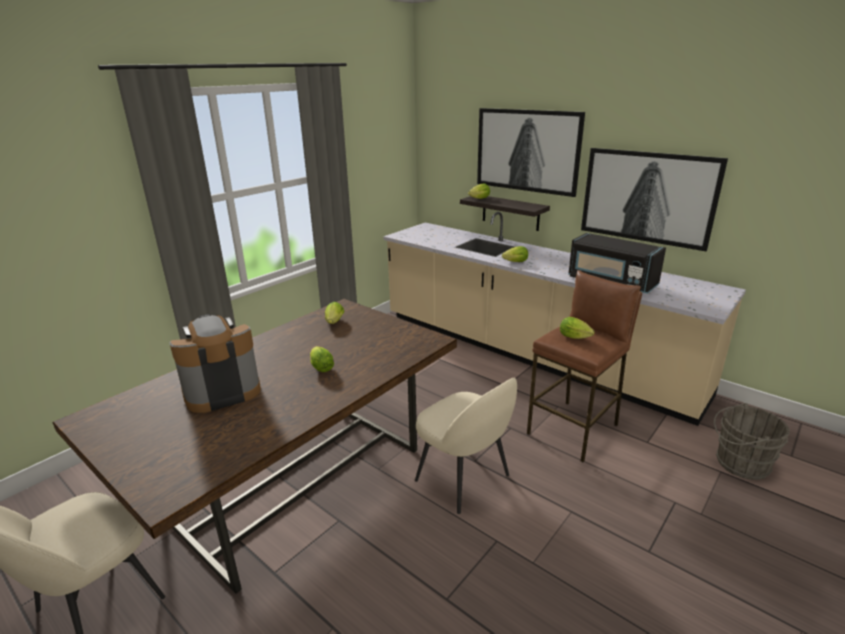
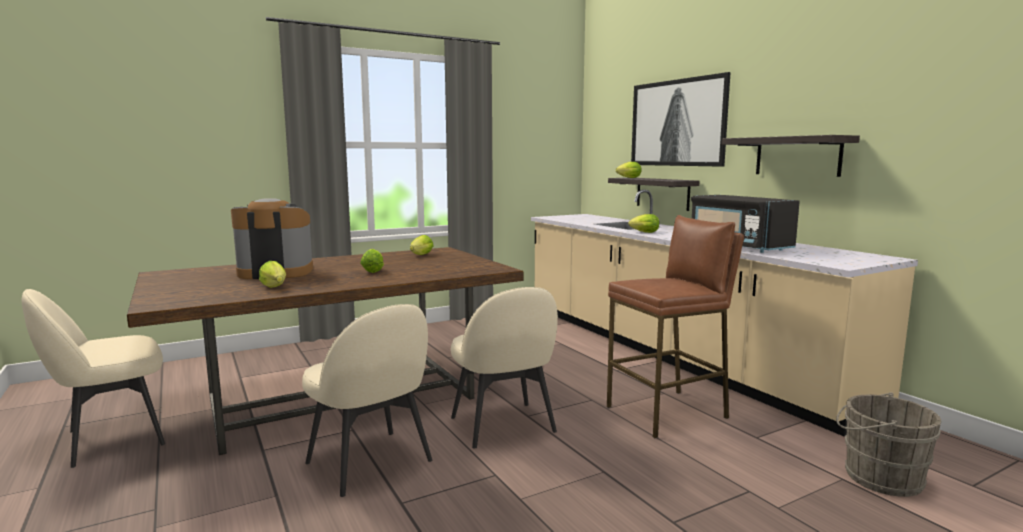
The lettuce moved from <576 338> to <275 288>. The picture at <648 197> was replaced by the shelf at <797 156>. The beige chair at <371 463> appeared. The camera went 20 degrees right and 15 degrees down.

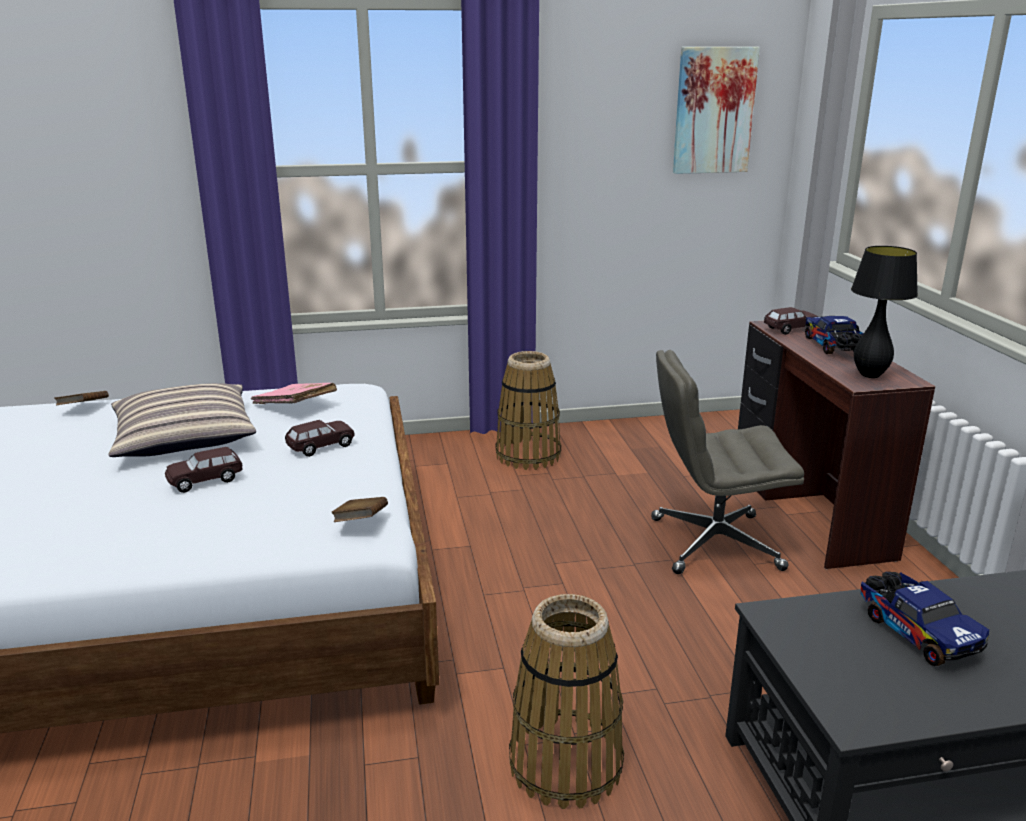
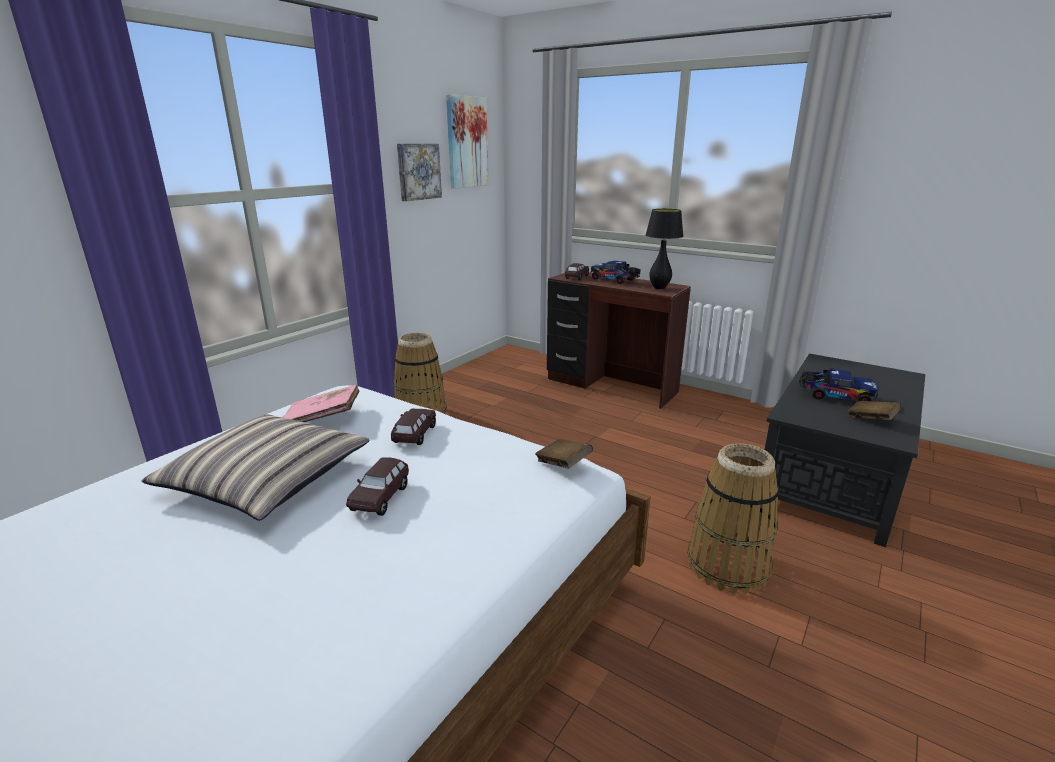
The brown book moved from <84 409> to <871 419>. The grey office chair at <713 544> disappeared. The picture at <418 171> appeared. The camera went 45 degrees left and 0 degrees up.

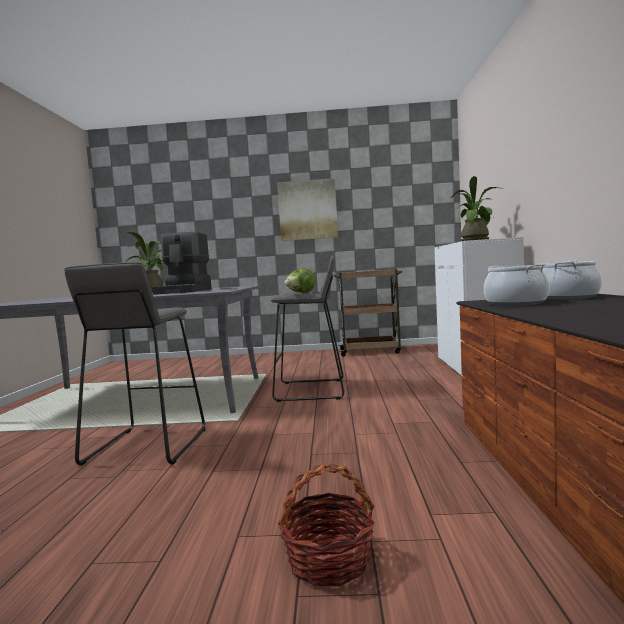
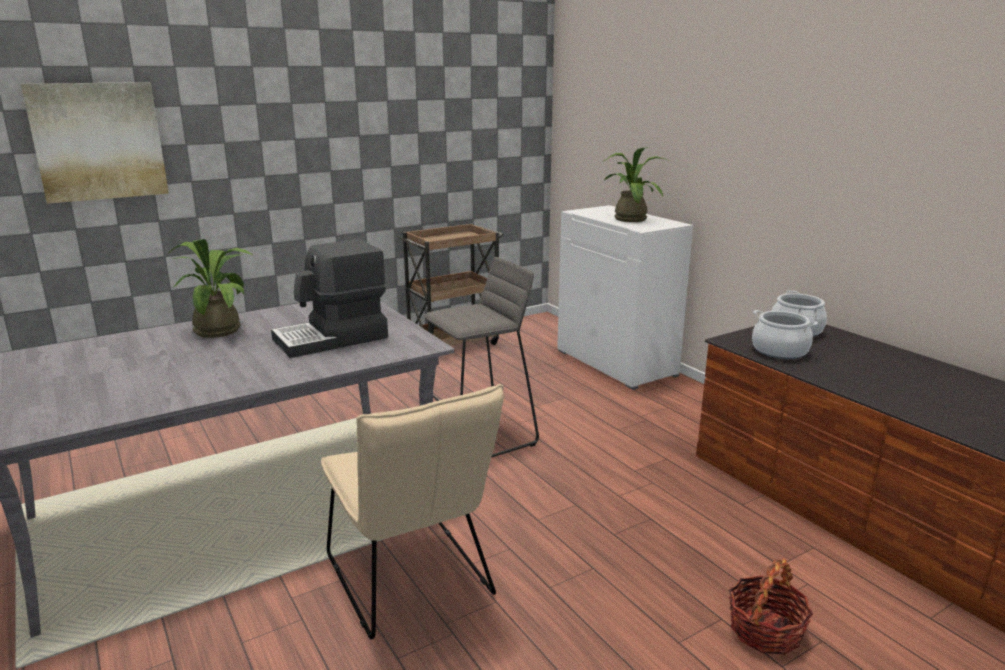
The grey stool at <146 446> was replaced by the beige chair at <412 582>. The coffee machine at <185 291> turned 90 degrees clockwise. The picture moved from <307 210> to <98 141>. The lettuce at <300 293> disappeared. The camera went 35 degrees left and 15 degrees up.

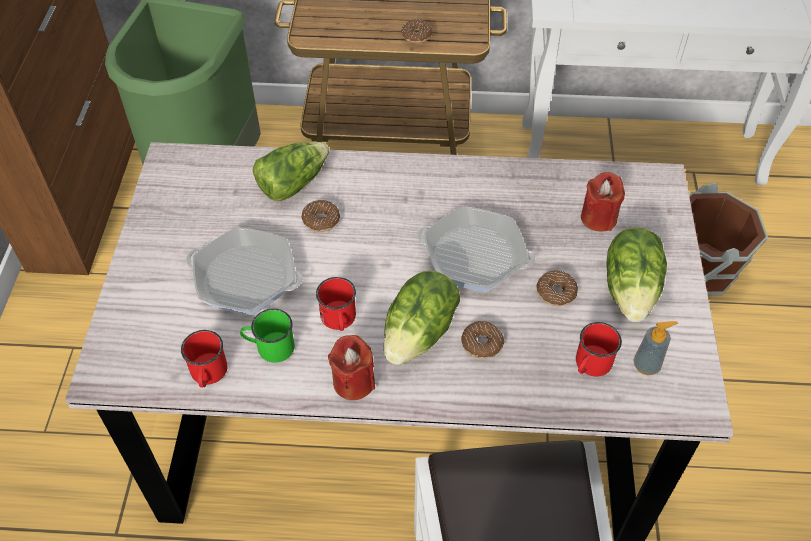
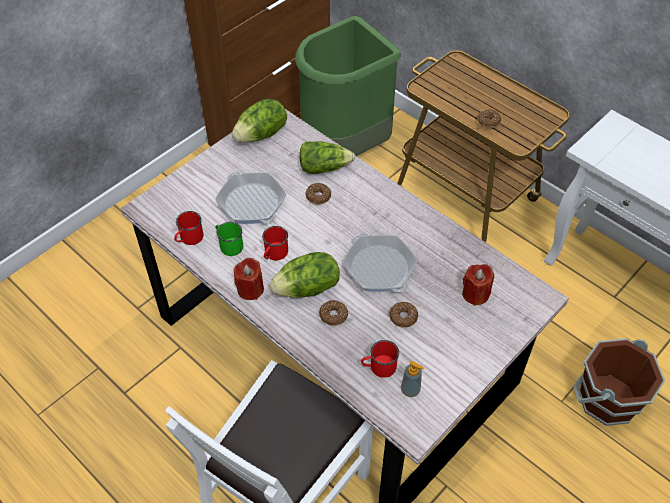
The lettuce moved from <631 289> to <262 134>. The camera went 40 degrees right and 0 degrees up.

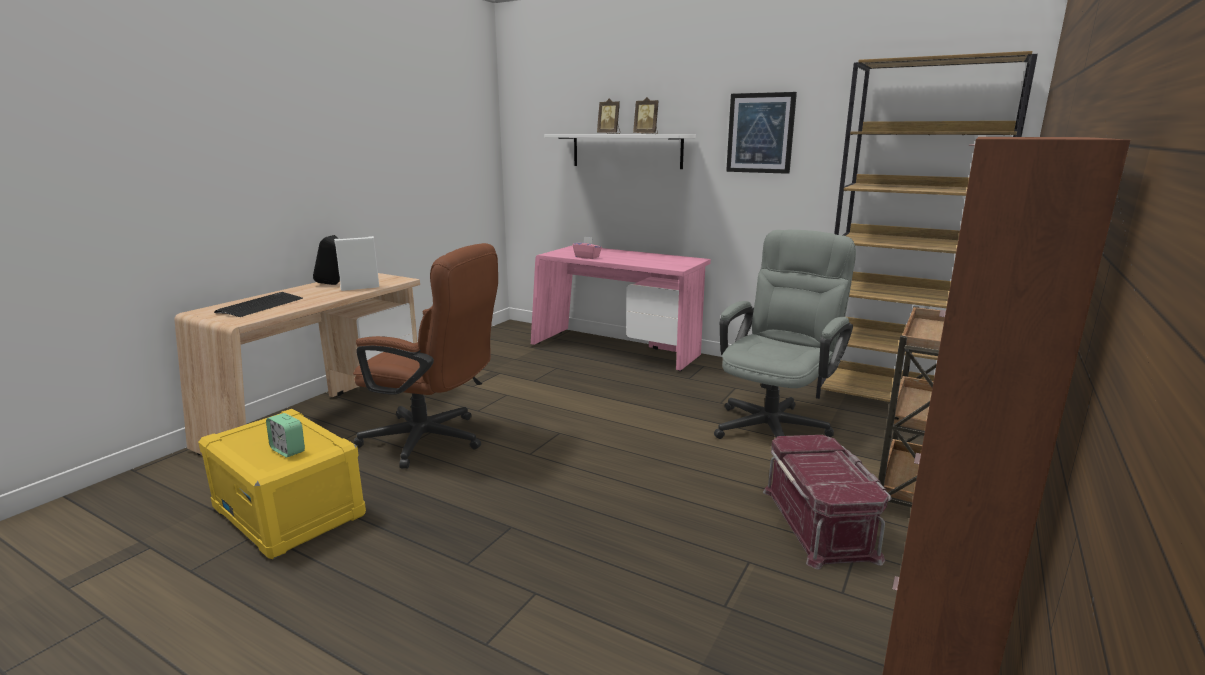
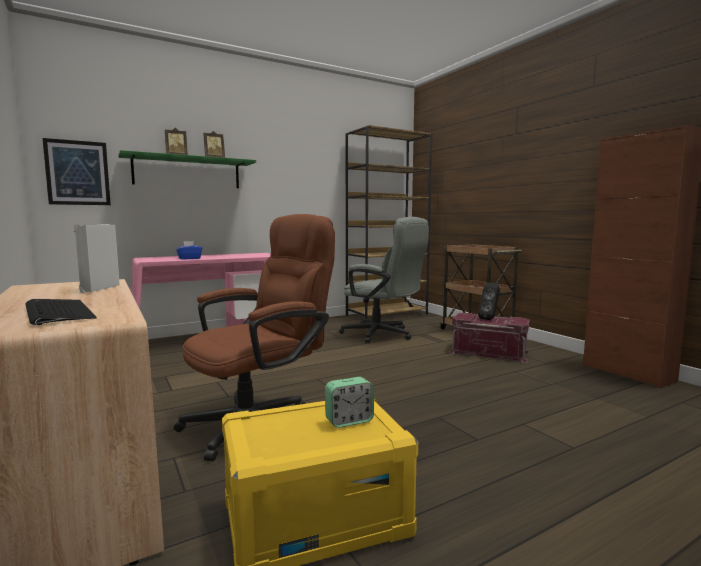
The black speaker moved from <334 284> to <490 319>. The white shelf at <626 151> became the green shelf at <187 173>. The pink tissue box at <587 257> became the blue tissue box at <189 258>. The grey office chair at <775 424> turned 150 degrees clockwise. The picture moved from <760 133> to <78 173>. The camera went 60 degrees left and 10 degrees down.

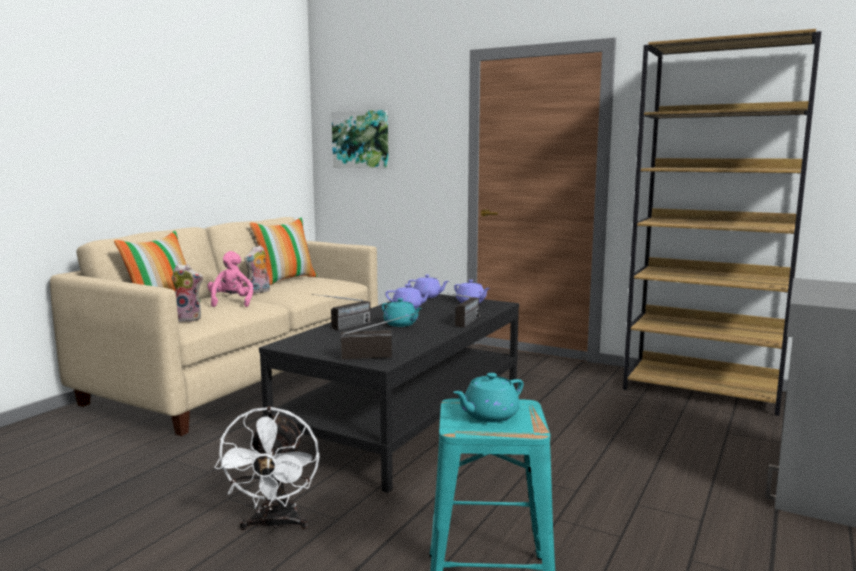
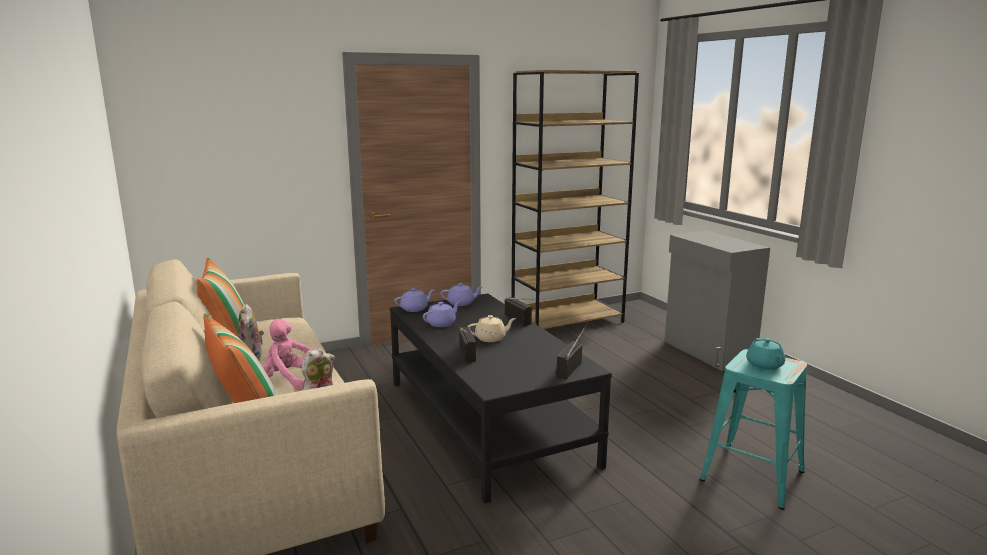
The white fan at <275 525> disappeared. The picture at <361 139> disappeared. The turquoise teapot at <401 324> became the beige teapot at <491 338>. The camera went 55 degrees left and 5 degrees up.

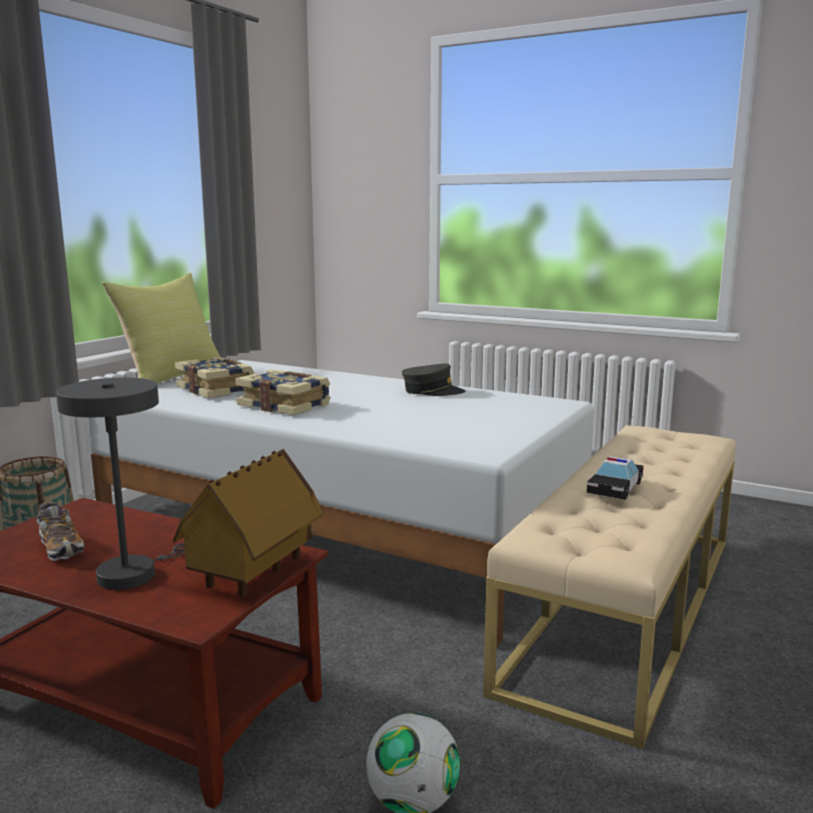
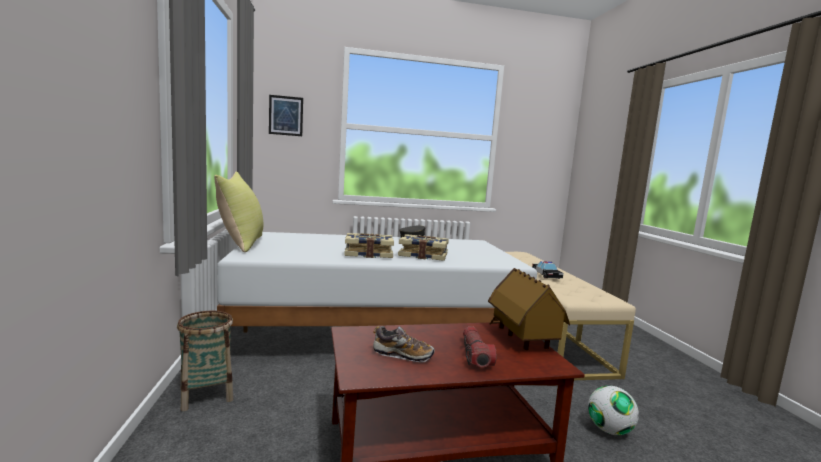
The grey table lamp at <135 572> was replaced by the flashlight at <475 354>. The book moved from <217 390> to <423 255>. The picture at <286 115> appeared. The camera went 40 degrees left and 5 degrees down.

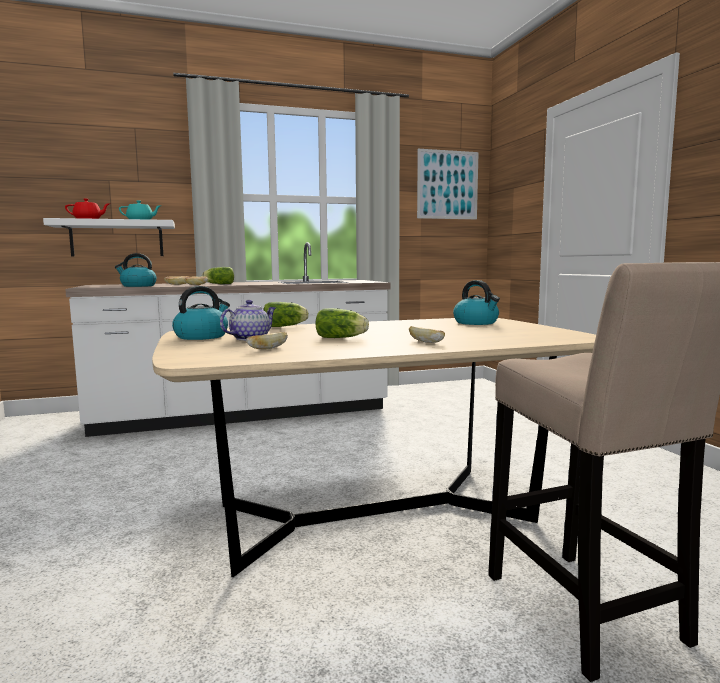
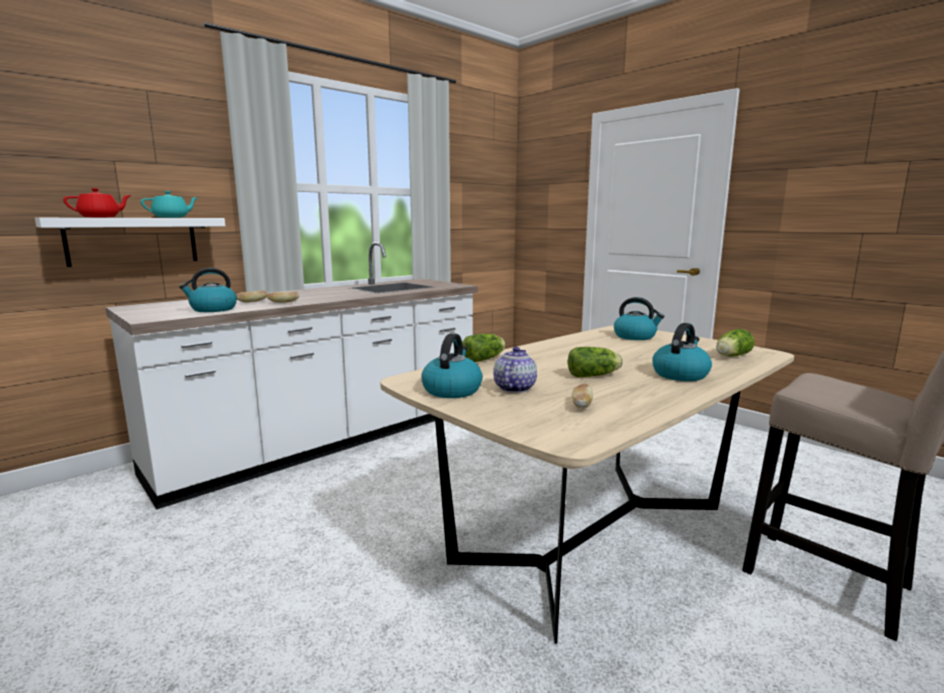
The lettuce moved from <218 284> to <731 356>. The bread at <426 342> was replaced by the kettle at <680 374>. The picture at <447 185> disappeared. The camera went 25 degrees left and 5 degrees up.

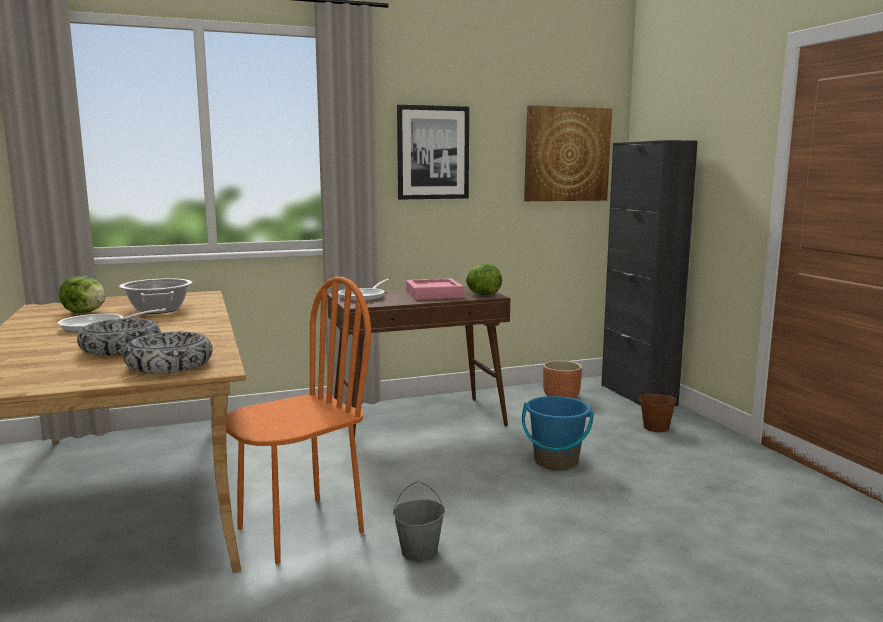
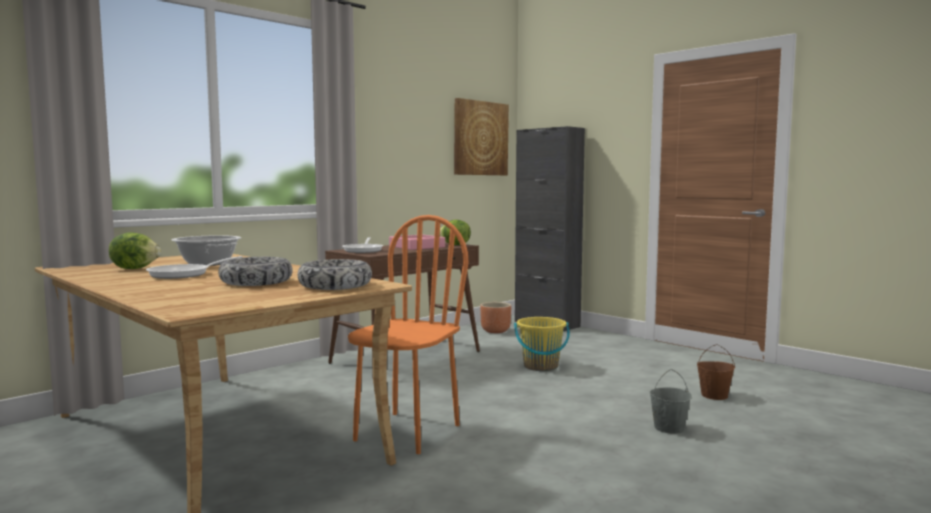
The grey bucket moved from <419 552> to <668 428>. The picture at <433 152> disappeared. The blue bucket at <556 461> became the yellow bucket at <541 366>. The brown bucket moved from <656 428> to <714 396>. The camera went 25 degrees left and 5 degrees down.

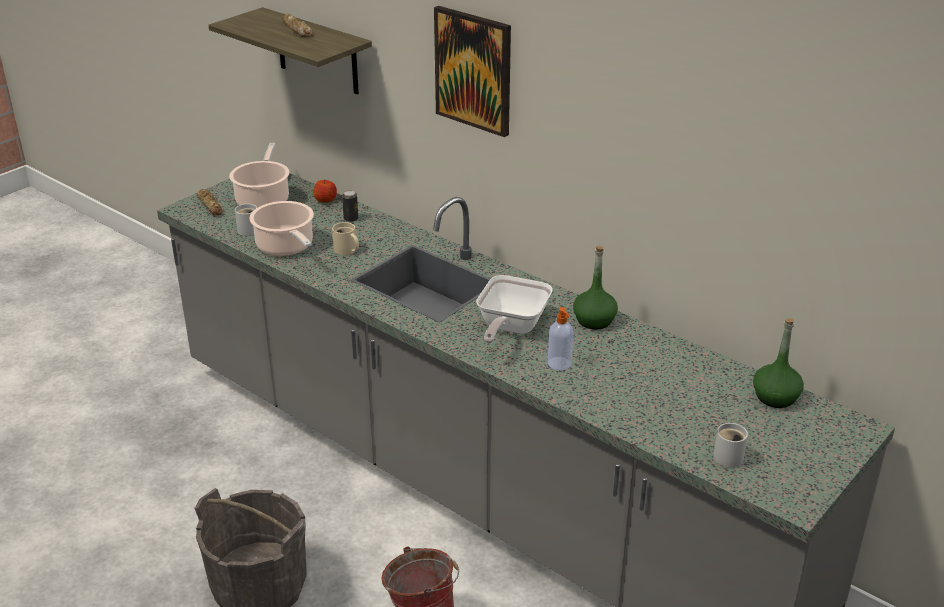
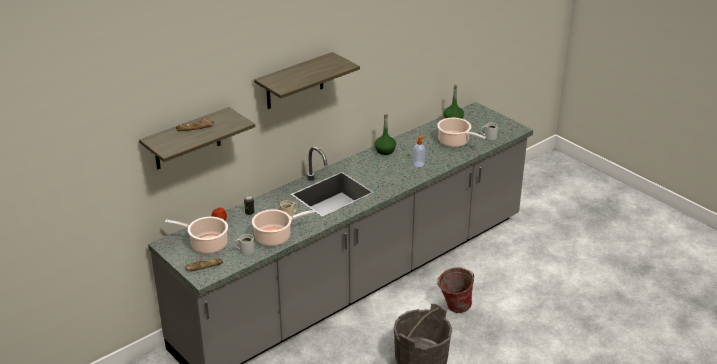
The picture at <474 70> was replaced by the shelf at <294 81>. The frying pan at <510 328> disappeared. The cooking pot at <455 142> appeared. The camera went 80 degrees left and 0 degrees up.

